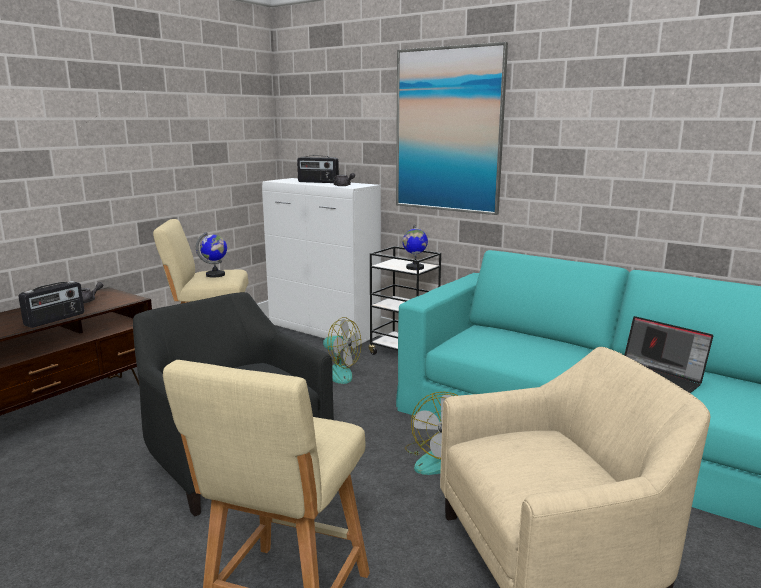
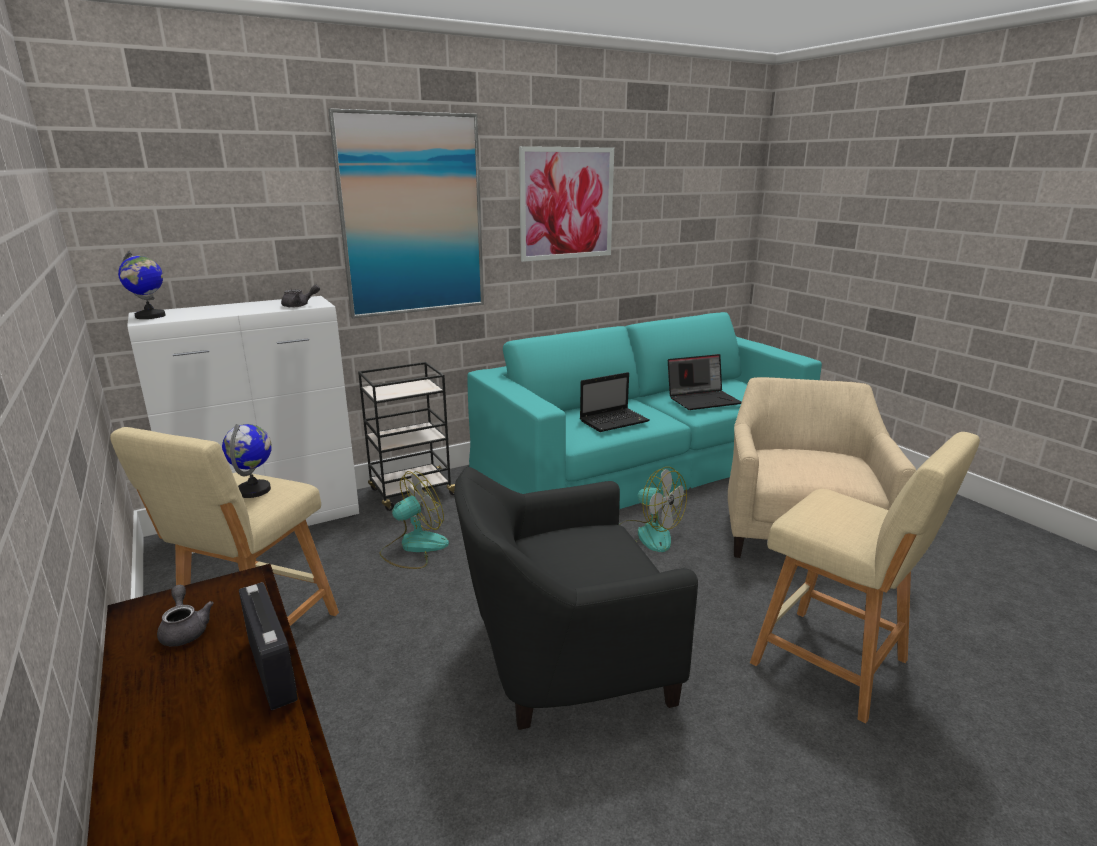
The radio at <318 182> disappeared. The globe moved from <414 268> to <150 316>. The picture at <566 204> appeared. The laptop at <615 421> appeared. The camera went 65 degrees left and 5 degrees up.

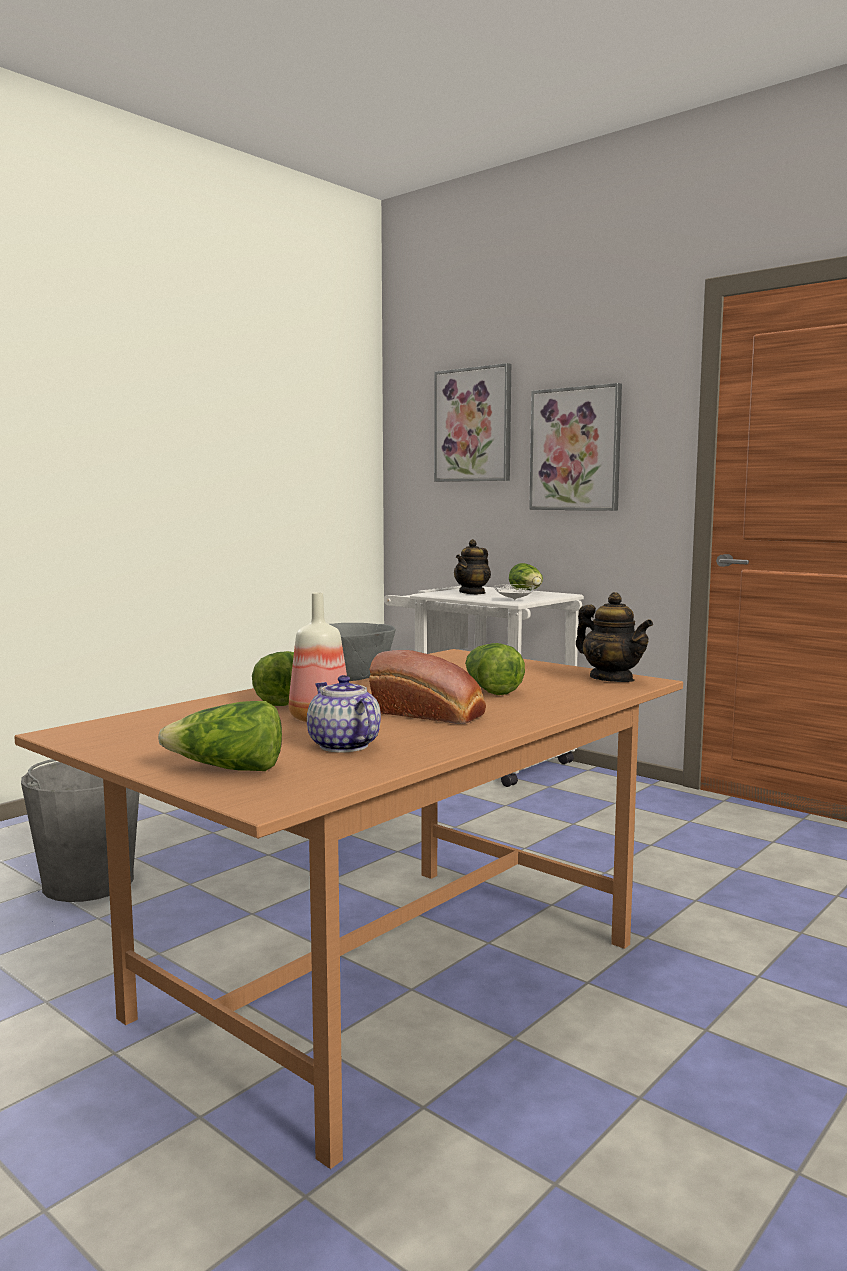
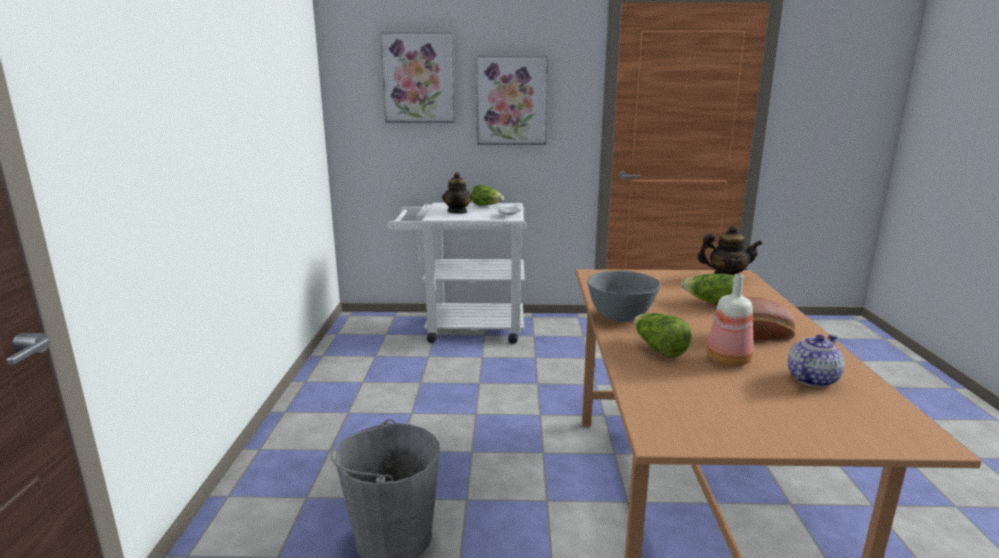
The lettuce at <228 770> disappeared. The teapot at <343 746> turned 120 degrees clockwise. The camera went 40 degrees left and 10 degrees up.

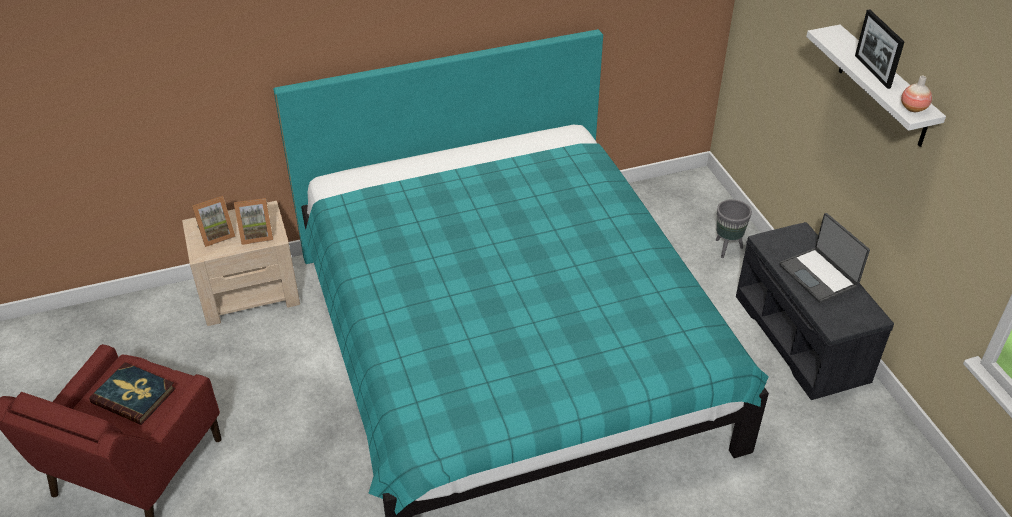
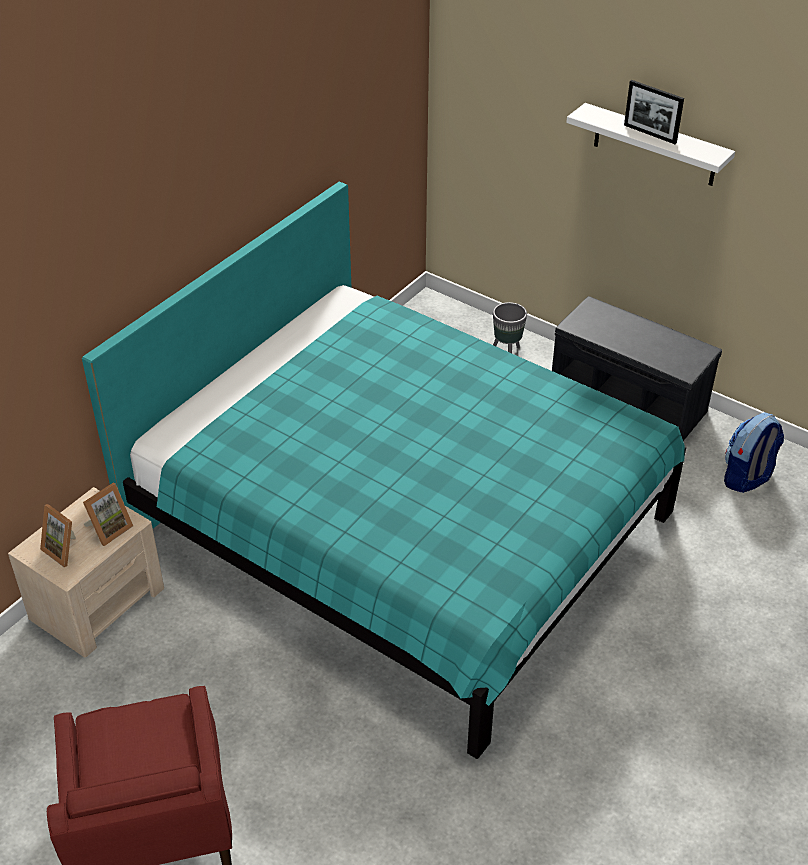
The book at <134 395> disappeared. The picture frame at <216 235> turned 105 degrees clockwise. The laptop at <819 276> disappeared. The vase at <913 108> disappeared. The backpack at <746 478> appeared. The camera went 35 degrees left and 0 degrees up.

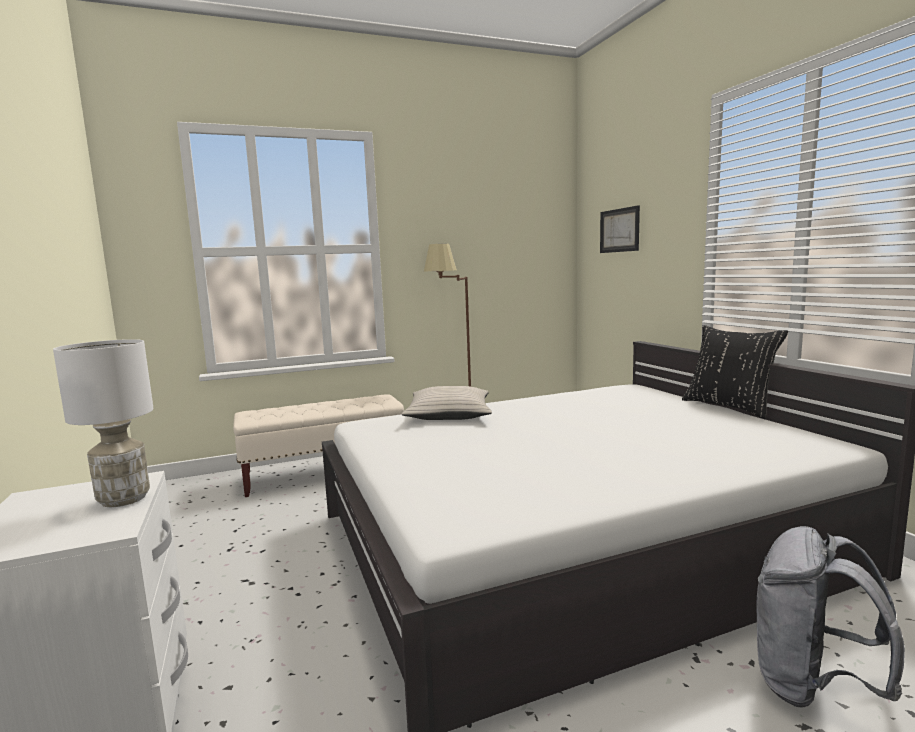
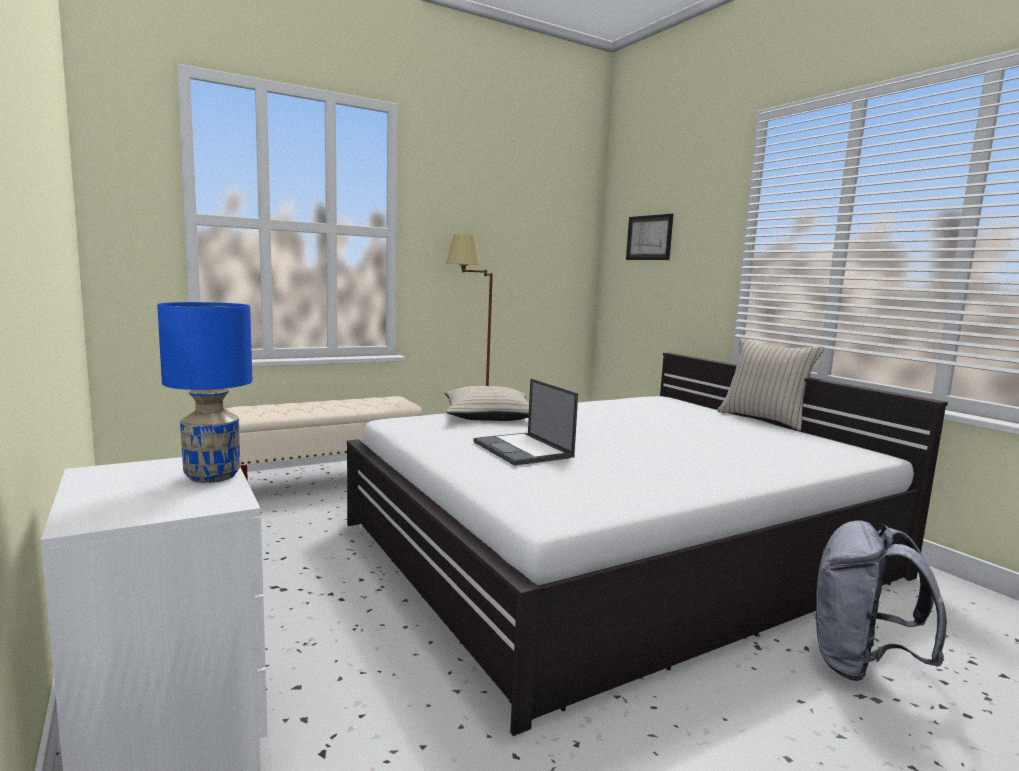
The white table lamp at <122 499> became the blue table lamp at <211 476>. The black pillow at <729 407> became the beige pillow at <763 419>. The laptop at <523 450> appeared. The camera went 10 degrees left and 0 degrees up.

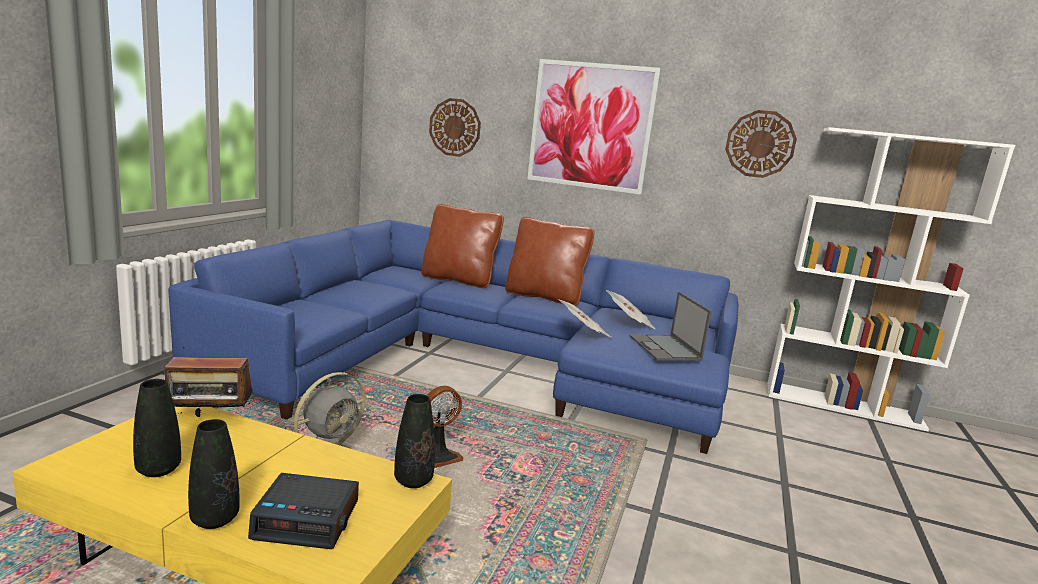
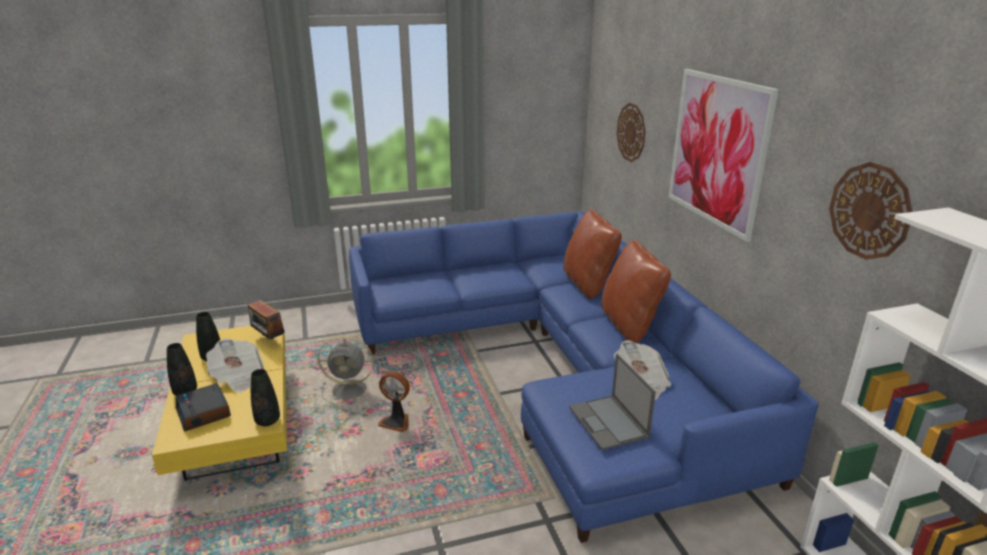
The newspaper moved from <583 333> to <238 377>. The laptop at <665 348> turned 60 degrees counterclockwise. The camera went 55 degrees right and 10 degrees up.

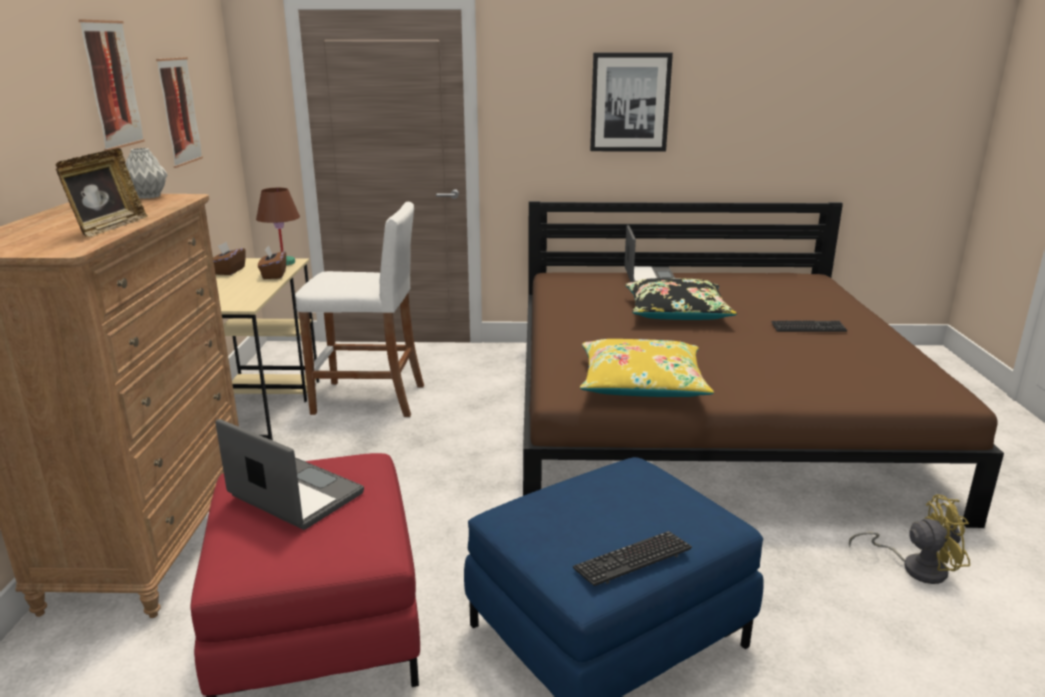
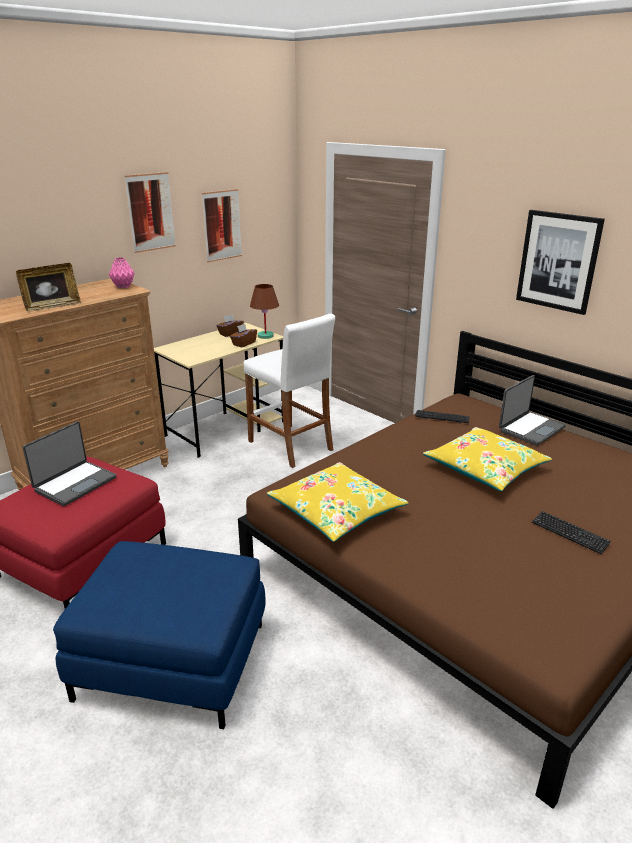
The grey vase at <149 196> became the pink vase at <124 286>. The laptop at <294 496> turned 45 degrees clockwise. The keyboard moved from <633 560> to <442 418>. The black pillow at <676 313> became the yellow pillow at <485 468>. The yellow fan at <915 567> disappeared. The camera went 45 degrees right and 5 degrees up.

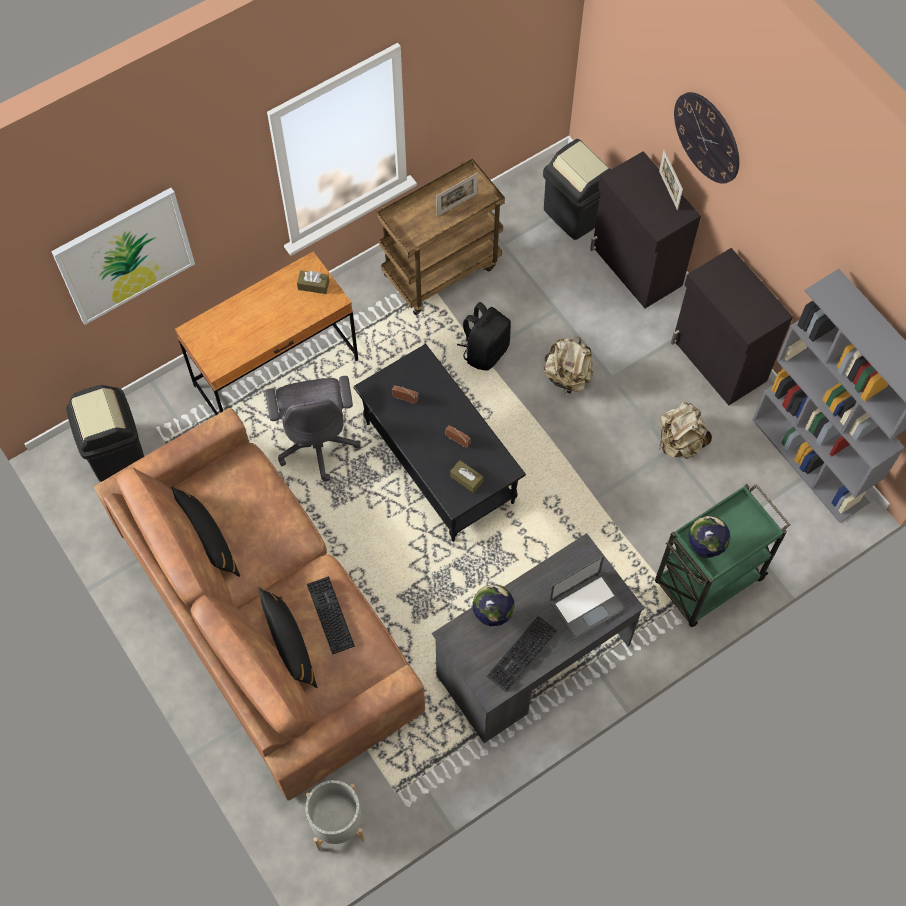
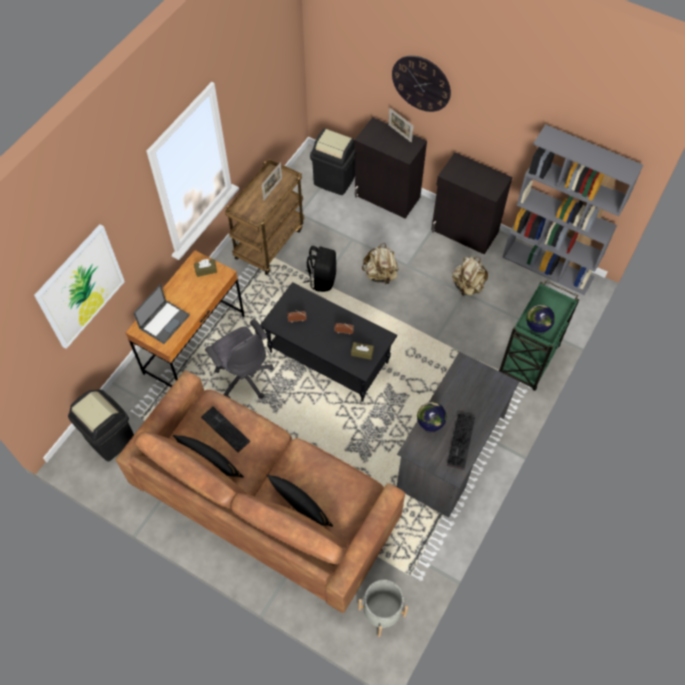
The keyboard moved from <328 614> to <224 429>. The laptop moved from <587 604> to <164 321>. The camera went 25 degrees left and 5 degrees down.

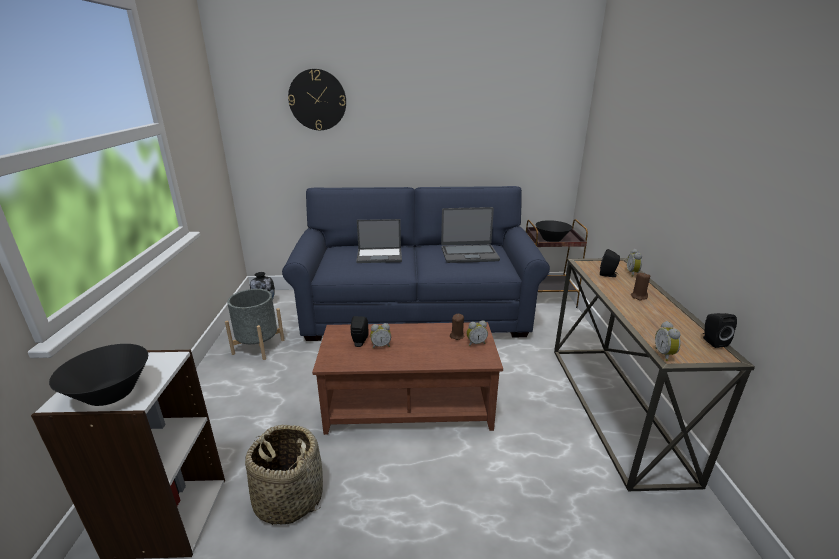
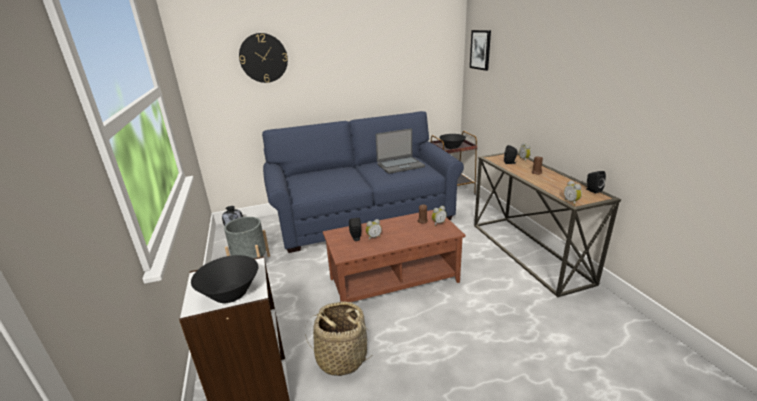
The laptop at <380 255> disappeared. The picture at <480 50> appeared. The camera went 15 degrees left and 0 degrees up.

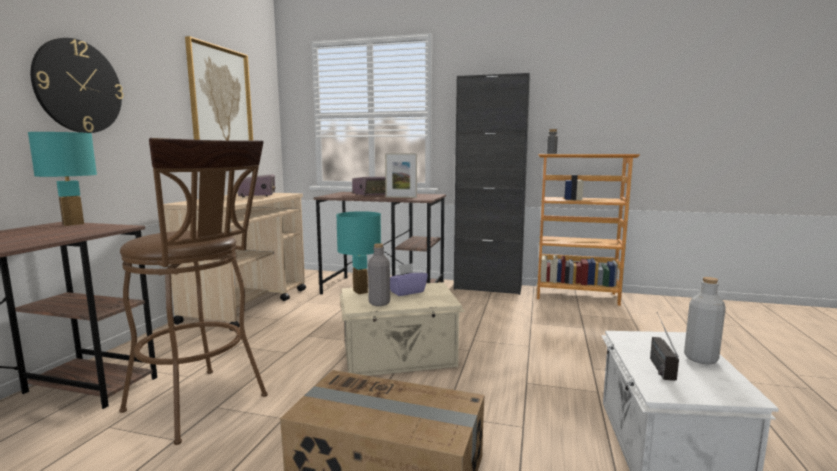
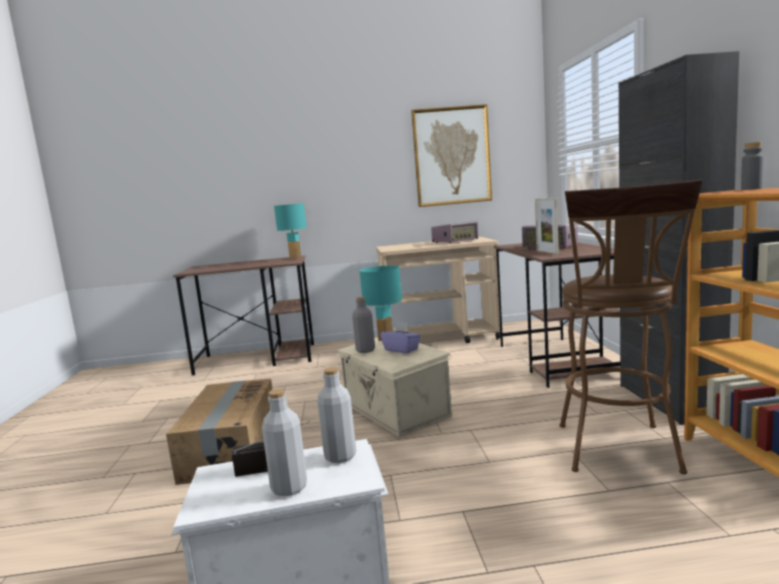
The wall clock at <78 86> disappeared. The brown stool moved from <203 406> to <619 453>. The grey bottle at <340 456> appeared. The camera went 70 degrees right and 0 degrees up.

